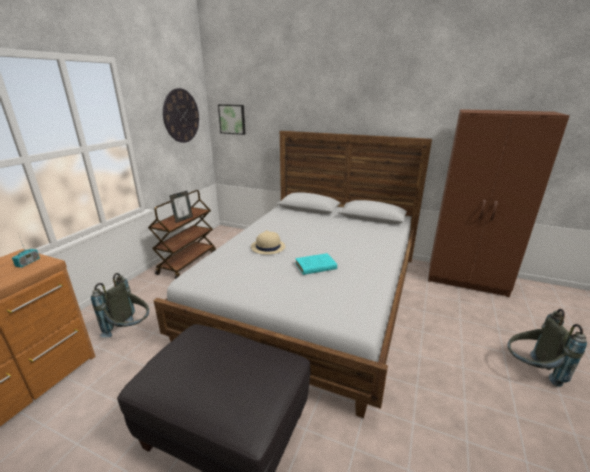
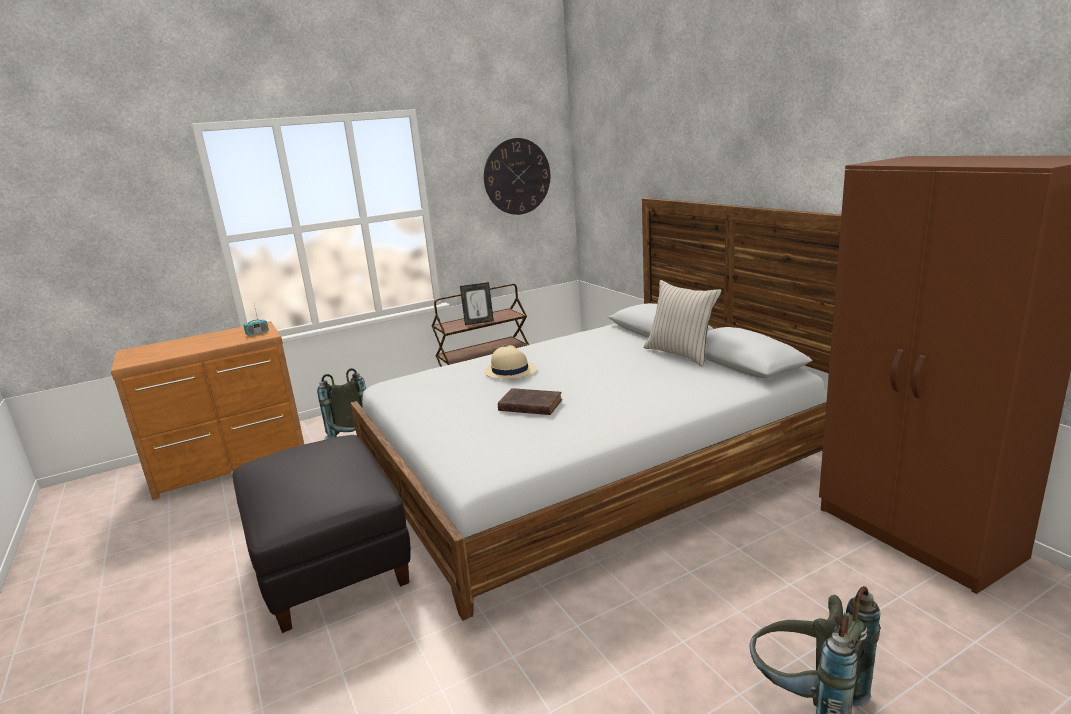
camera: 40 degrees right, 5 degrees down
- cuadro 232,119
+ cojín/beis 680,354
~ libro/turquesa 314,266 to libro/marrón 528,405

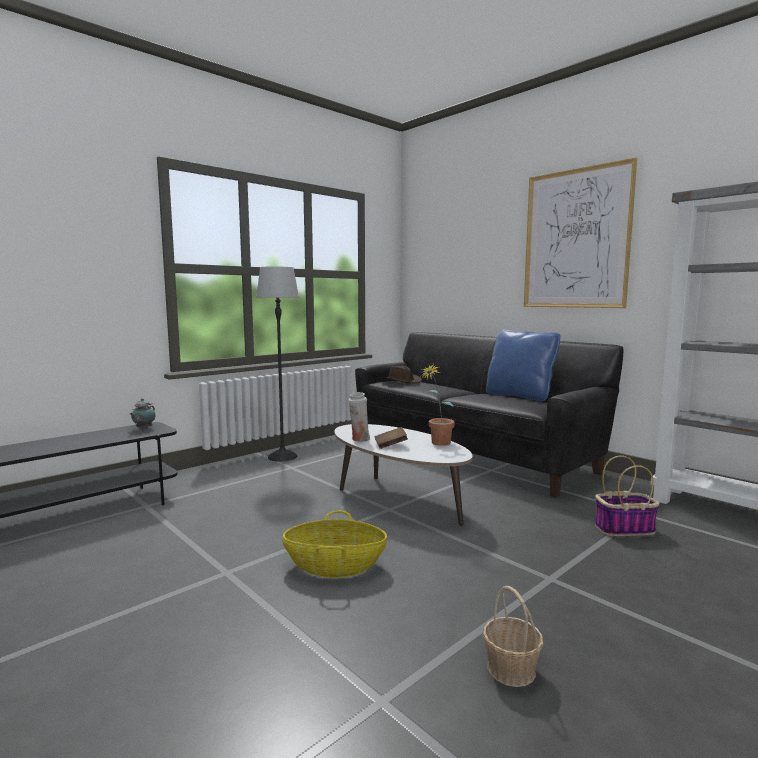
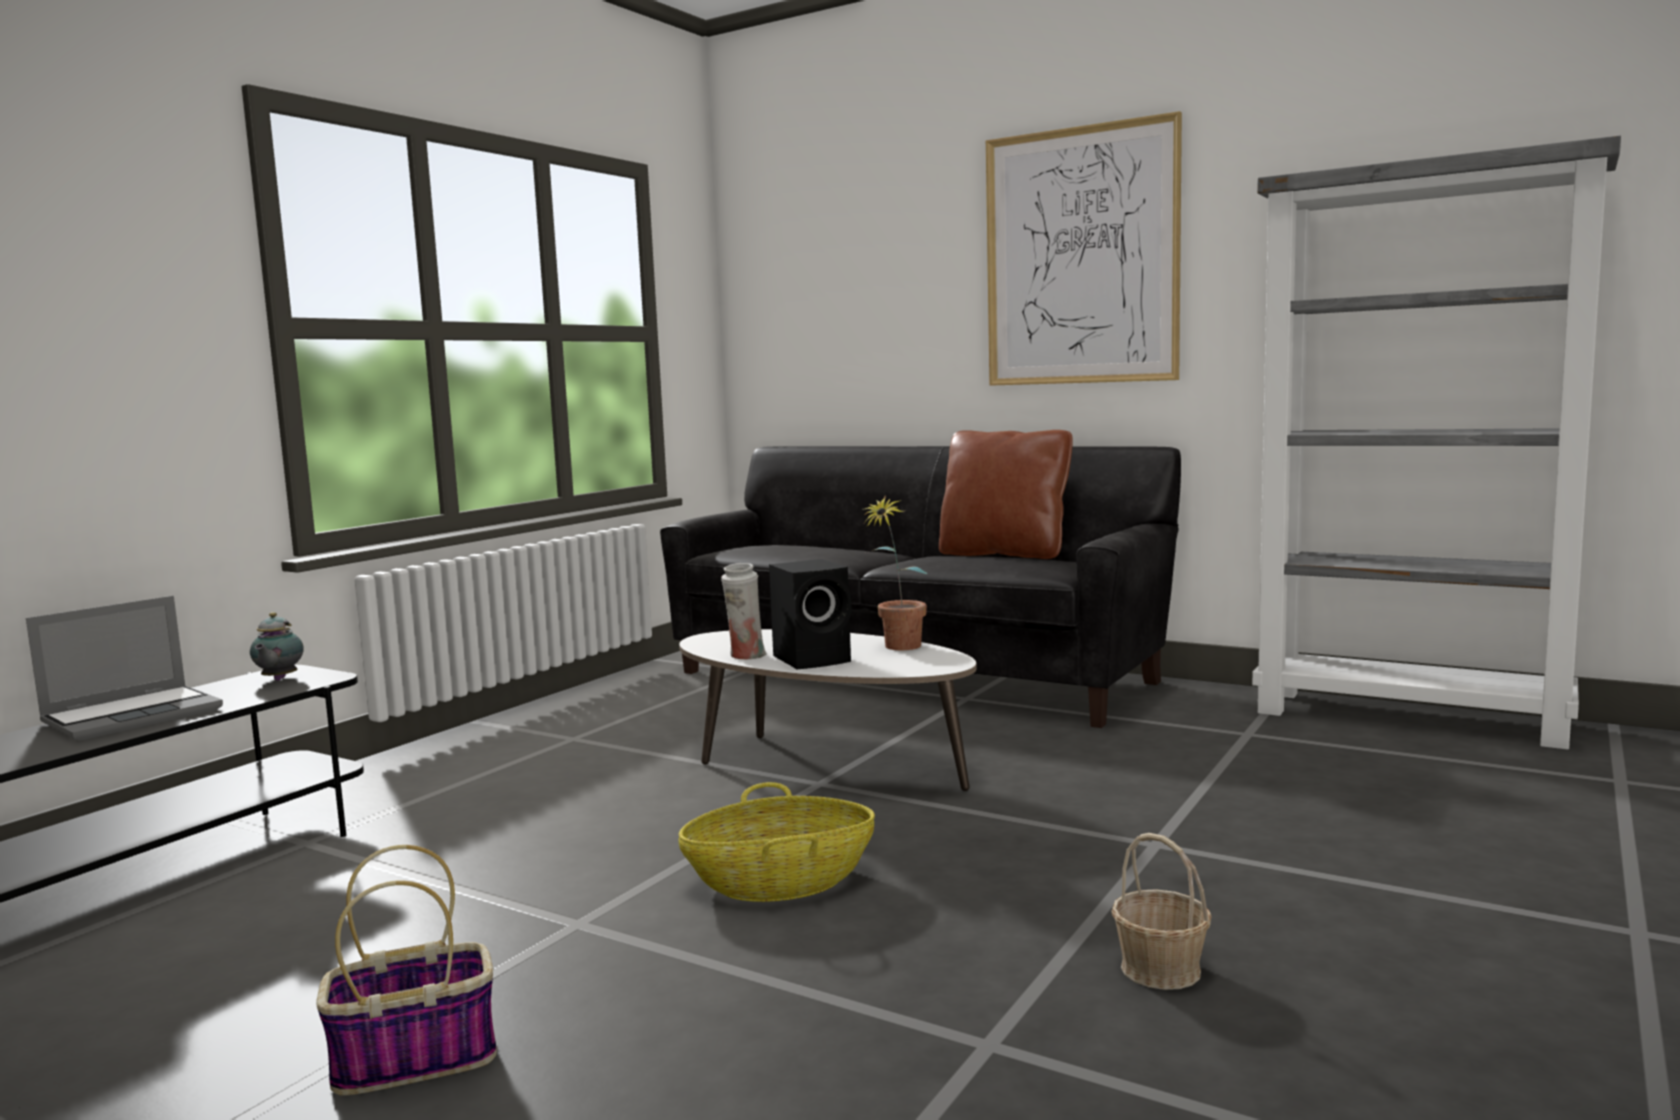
camera: 15 degrees left, 0 degrees up
- lámpara de pie 282,456
- sombrero/marrón 401,381
+ portátil 134,715
~ cesta 624,529 to 417,1058
~ libro/marrón 390,445 to altavoz/negro 814,659
~ cojín/azul 520,396 to cojín/marrón 1004,554

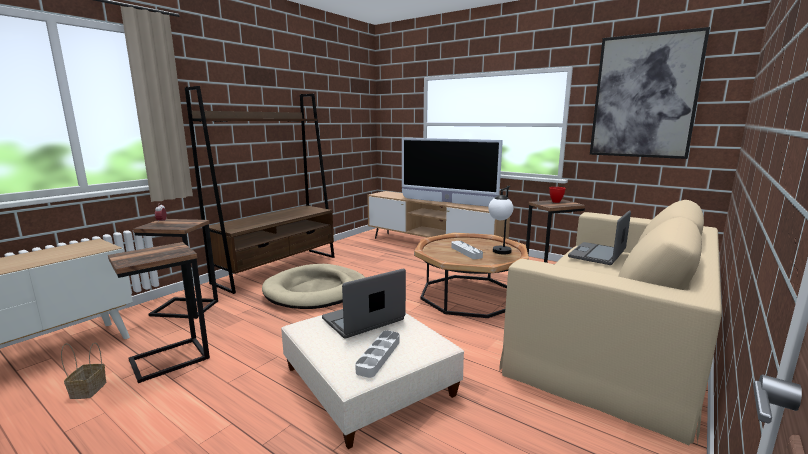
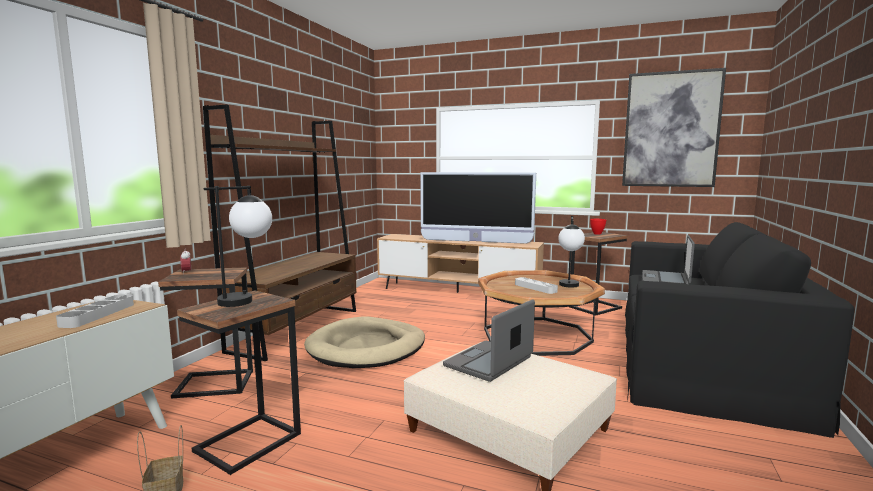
camera: 15 degrees left, 5 degrees down
+ lámpara de mesa 247,299
~ bandeja/gris 379,356 to 98,314
~ sofá/beis 616,337 to sofá/negro 701,358

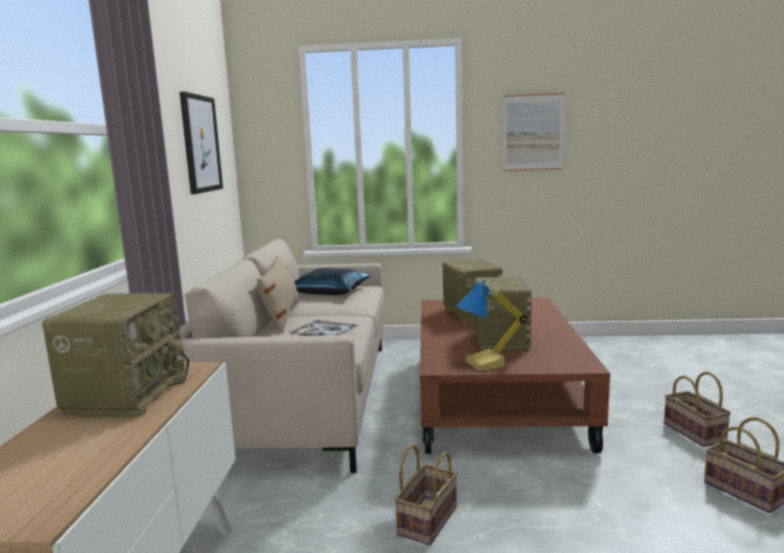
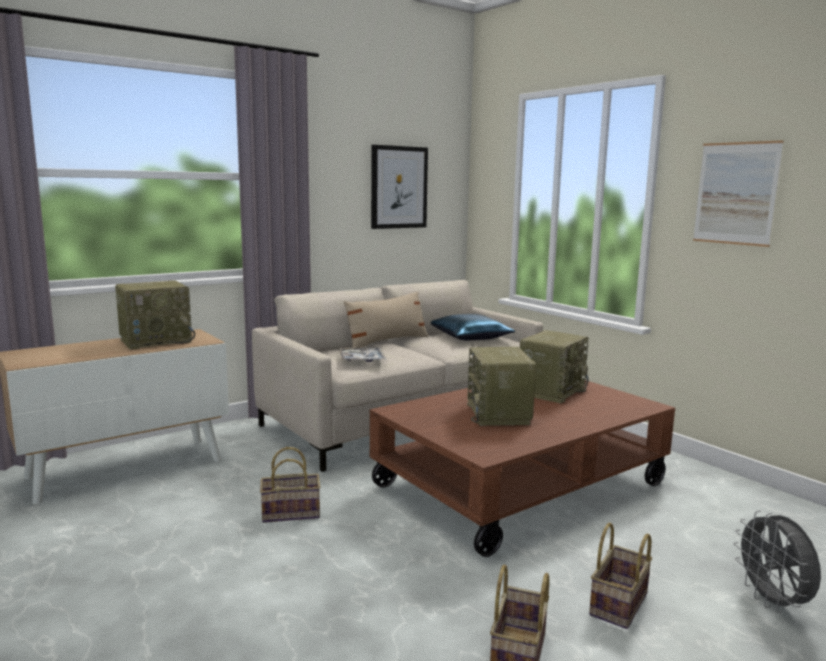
camera: 50 degrees right, 0 degrees up
- lámpara de mesa 486,364
+ ventilador/gris 772,602
~ radio 500,338 = 499,414 120 degrees clockwise

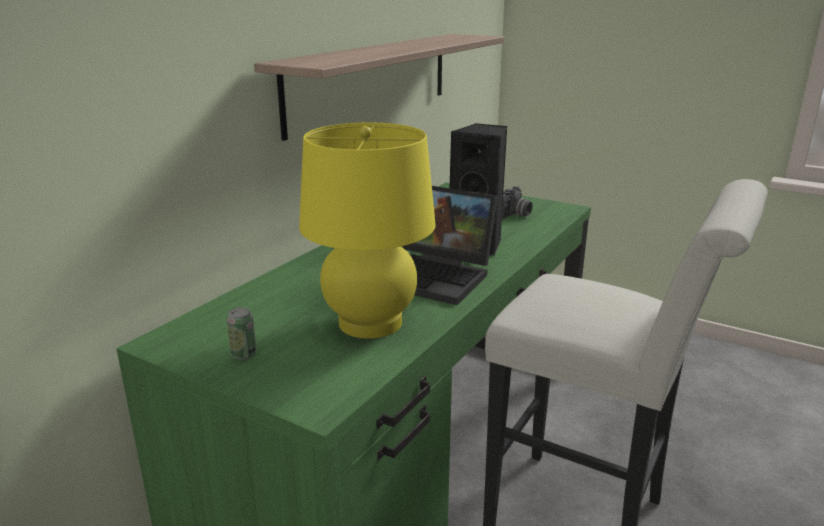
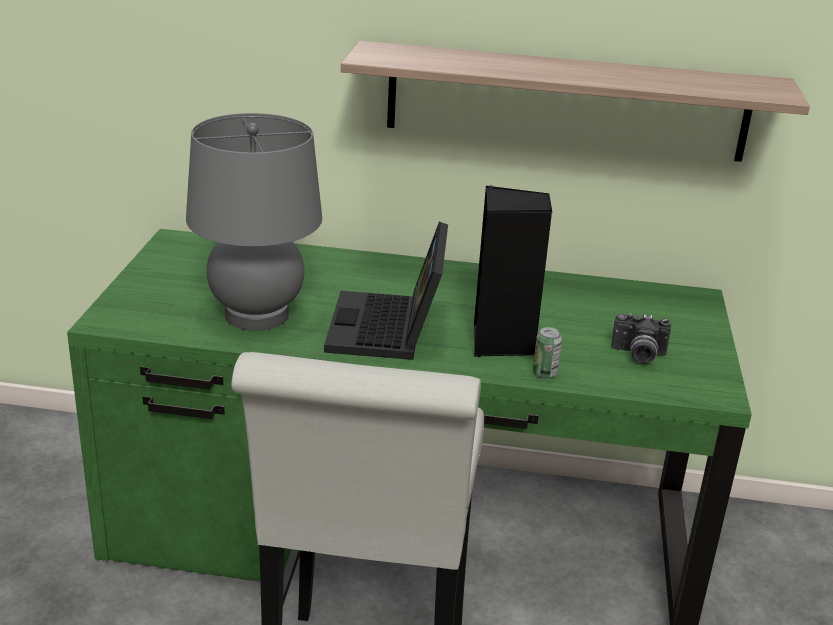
camera: 65 degrees right, 5 degrees up
~ lata 244,354 to 544,373
~ lámpara de mesa/amarillo 370,323 to lámpara de mesa/gris 256,315

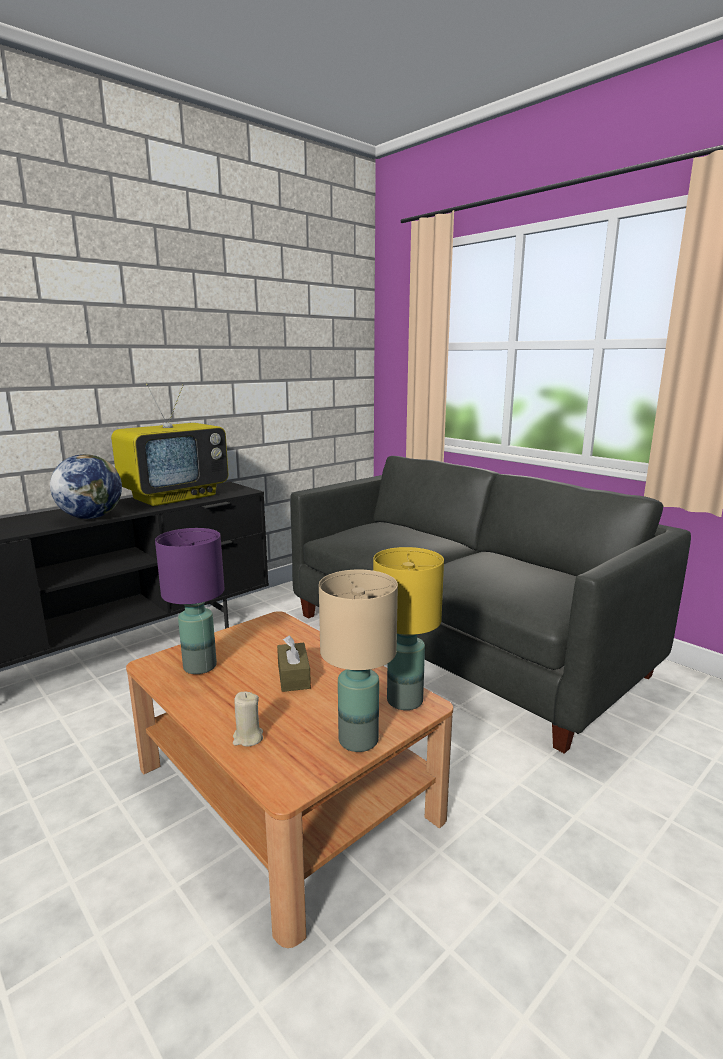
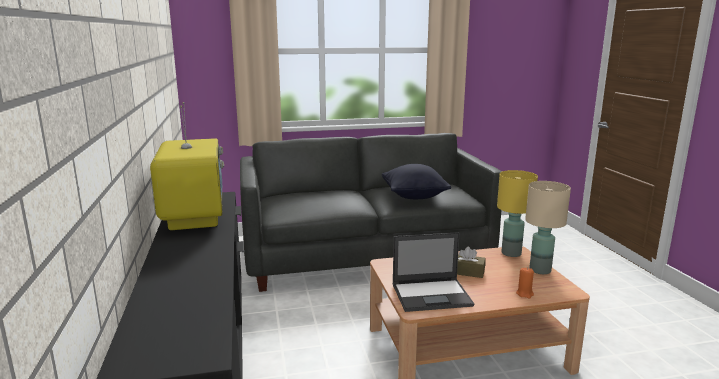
camera: 60 degrees left, 0 degrees up
- globo terráqueo 91,517
+ cojín/negro 414,196
~ lámpara de mesa/morado 201,666 to portátil 432,295
~ vela/beis 248,738 to vela/naranja 524,294

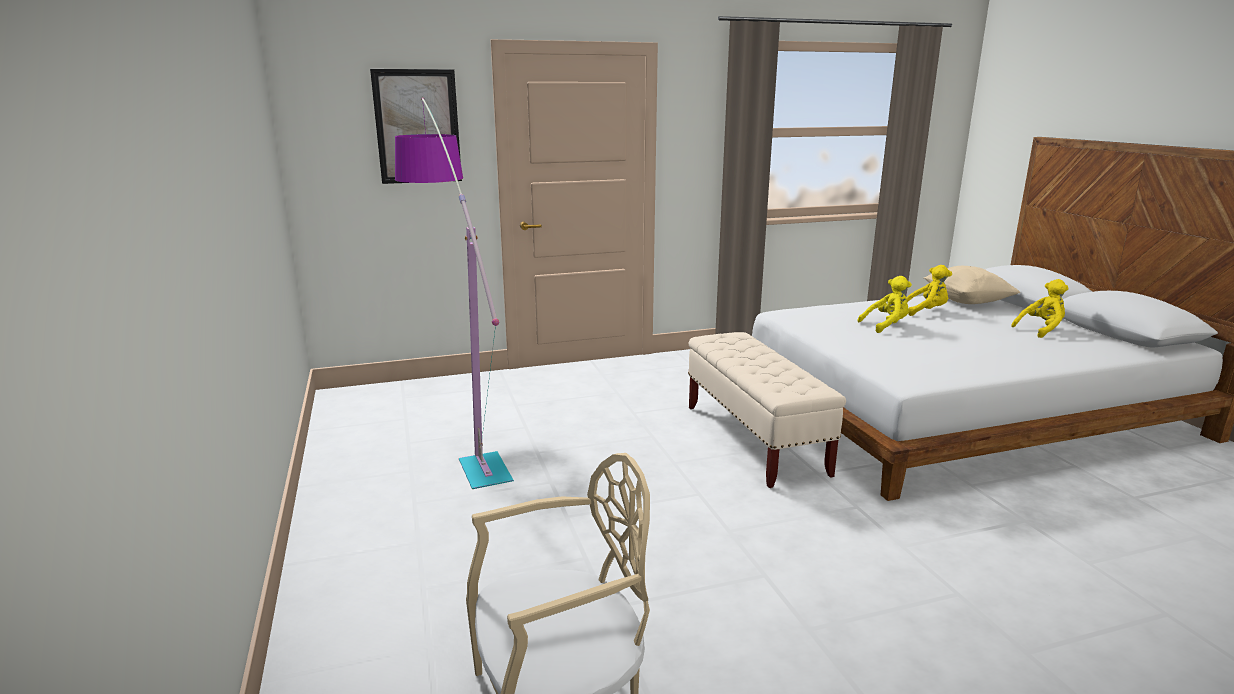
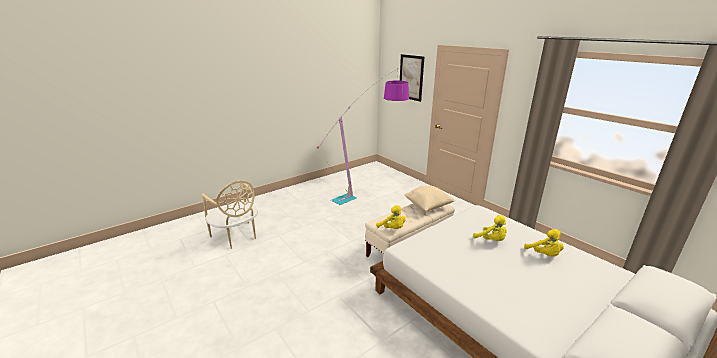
camera: 70 degrees right, 5 degrees up
~ cojín/beis 966,302 to 428,206
~ peluche/amarillo 1041,330 to 392,229

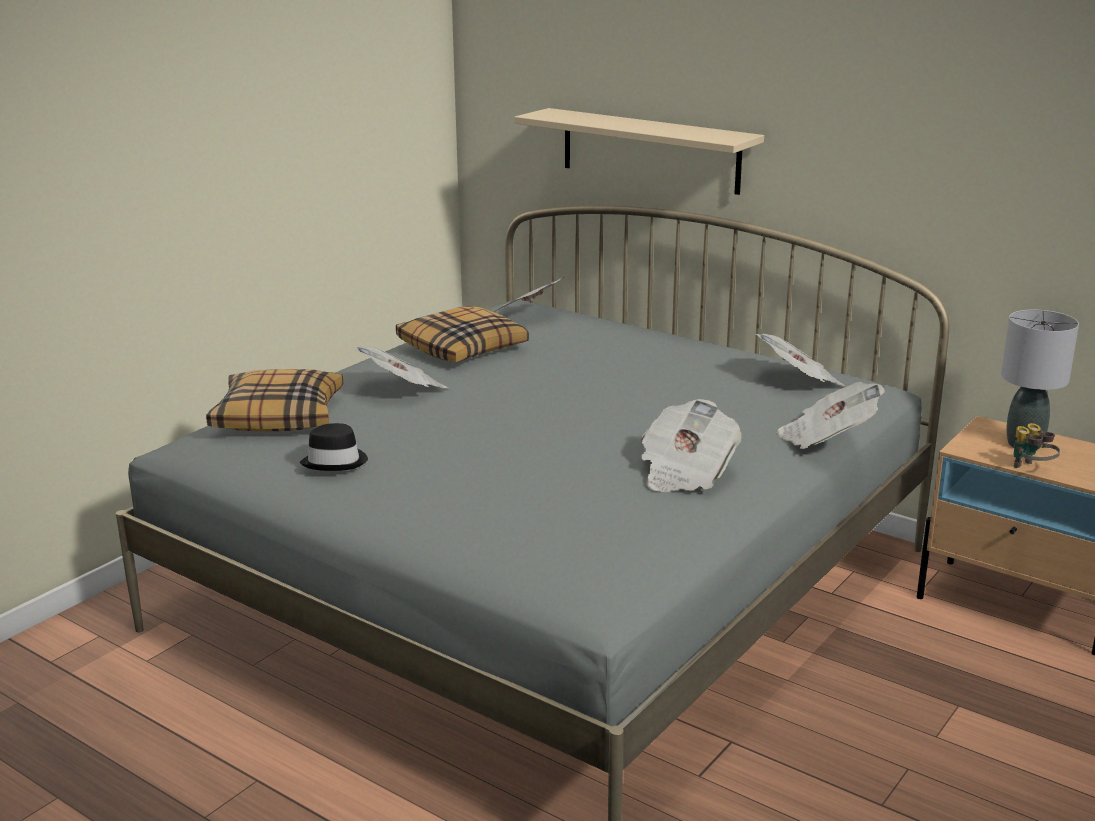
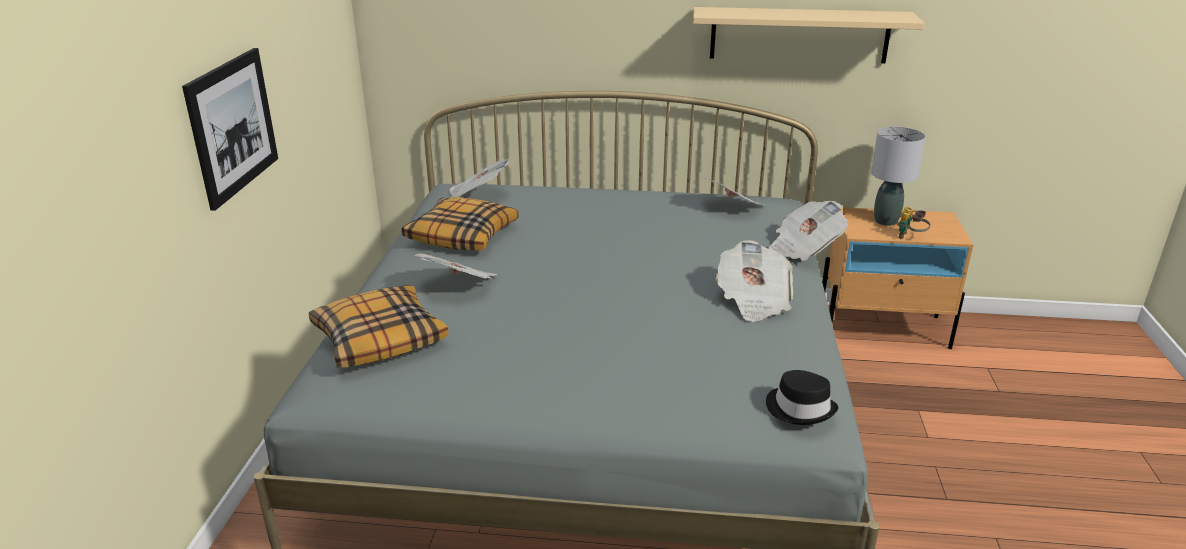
camera: 30 degrees left, 5 degrees up
+ cuadro 233,126
~ sombrero/negro 335,461 to 800,408
~ estante/beis 649,150 to 799,35

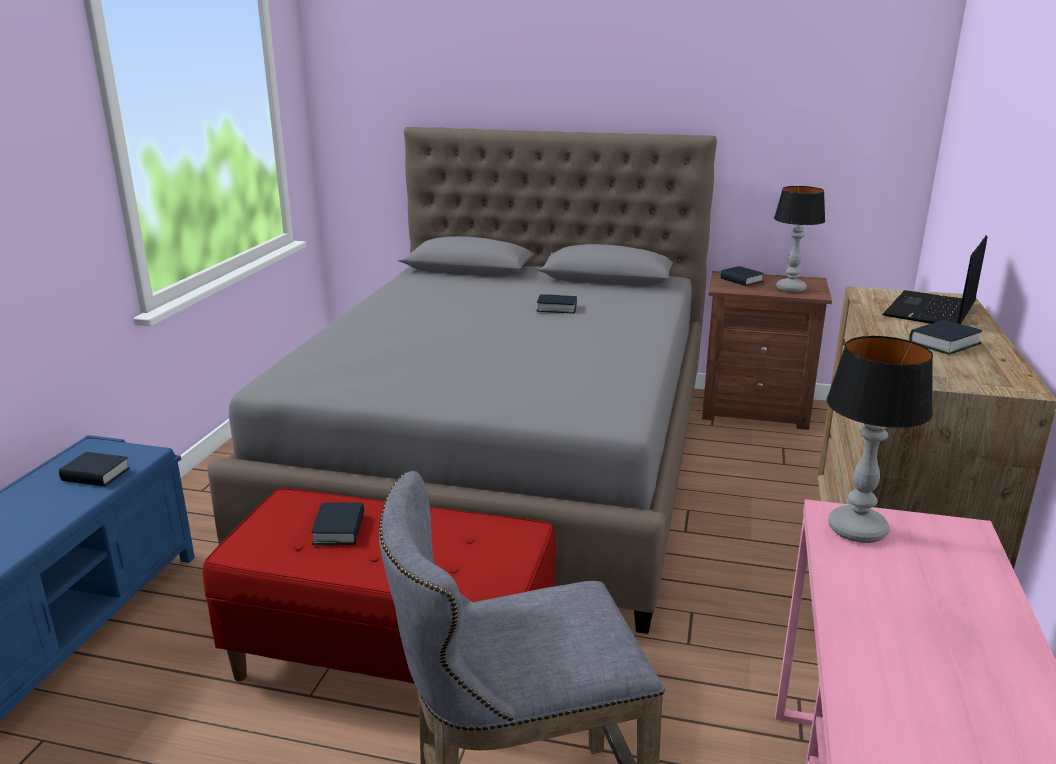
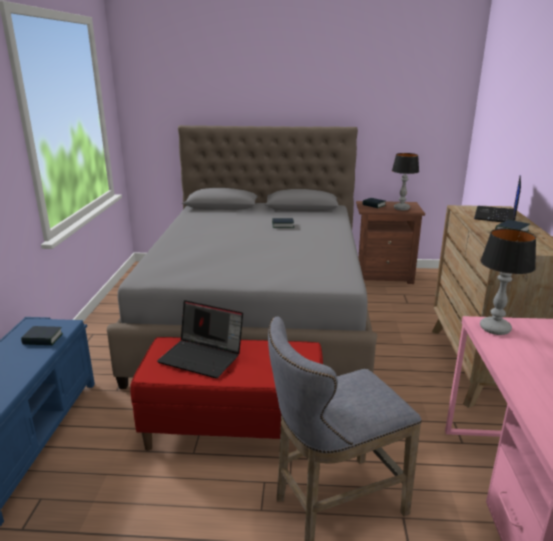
camera: 10 degrees left, 0 degrees up
~ libro 339,529 to portátil 203,357

